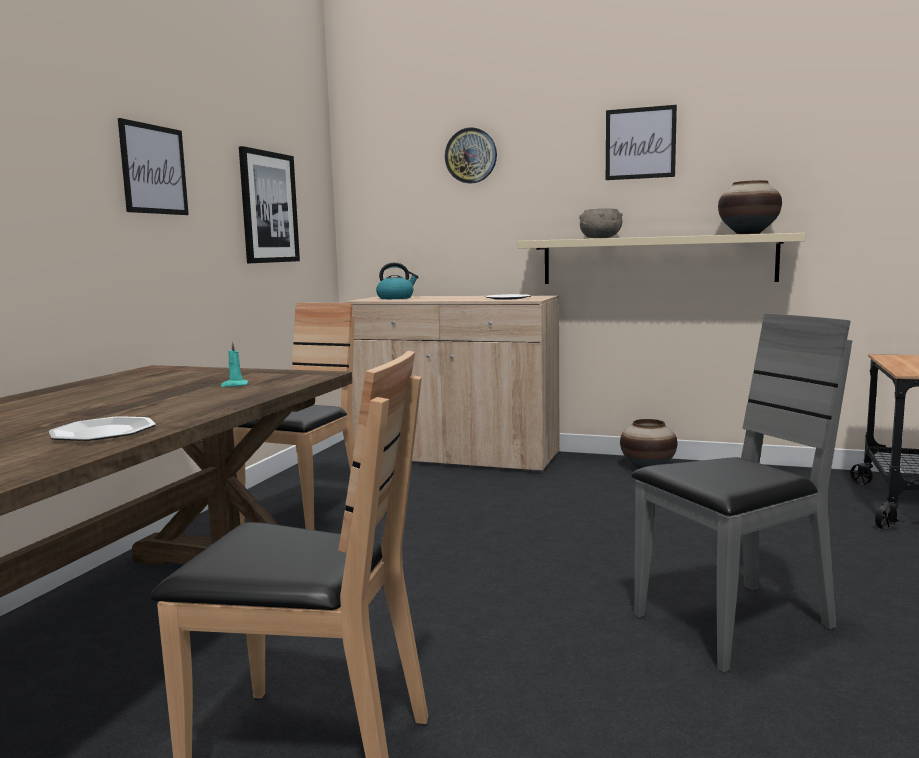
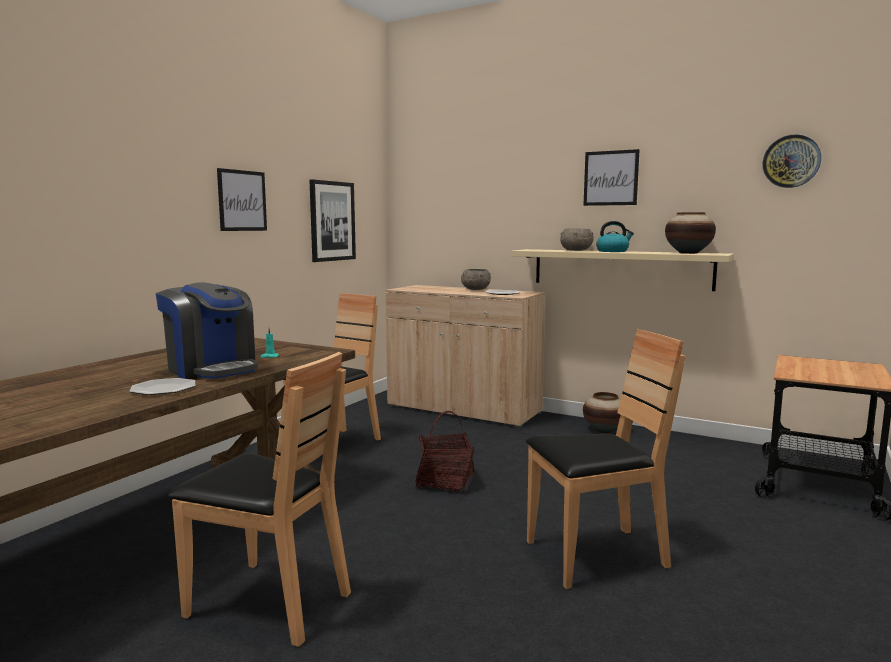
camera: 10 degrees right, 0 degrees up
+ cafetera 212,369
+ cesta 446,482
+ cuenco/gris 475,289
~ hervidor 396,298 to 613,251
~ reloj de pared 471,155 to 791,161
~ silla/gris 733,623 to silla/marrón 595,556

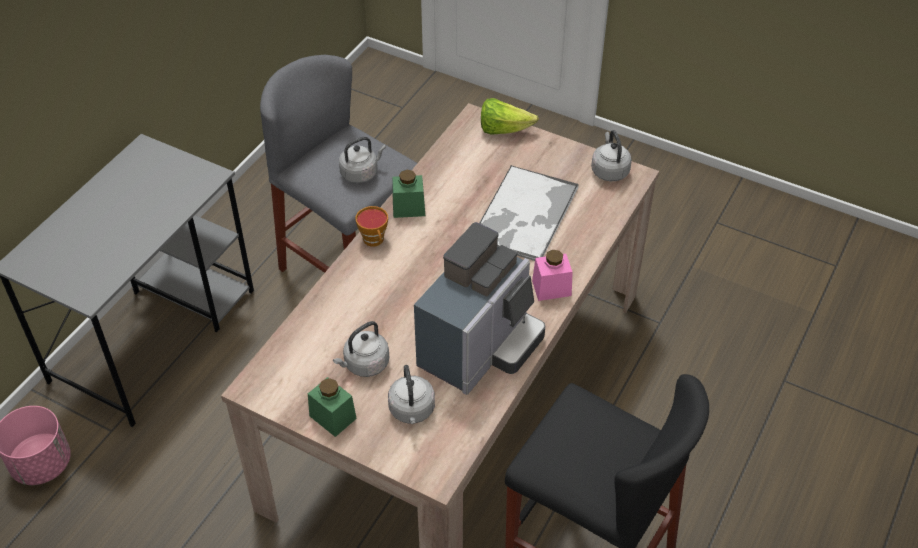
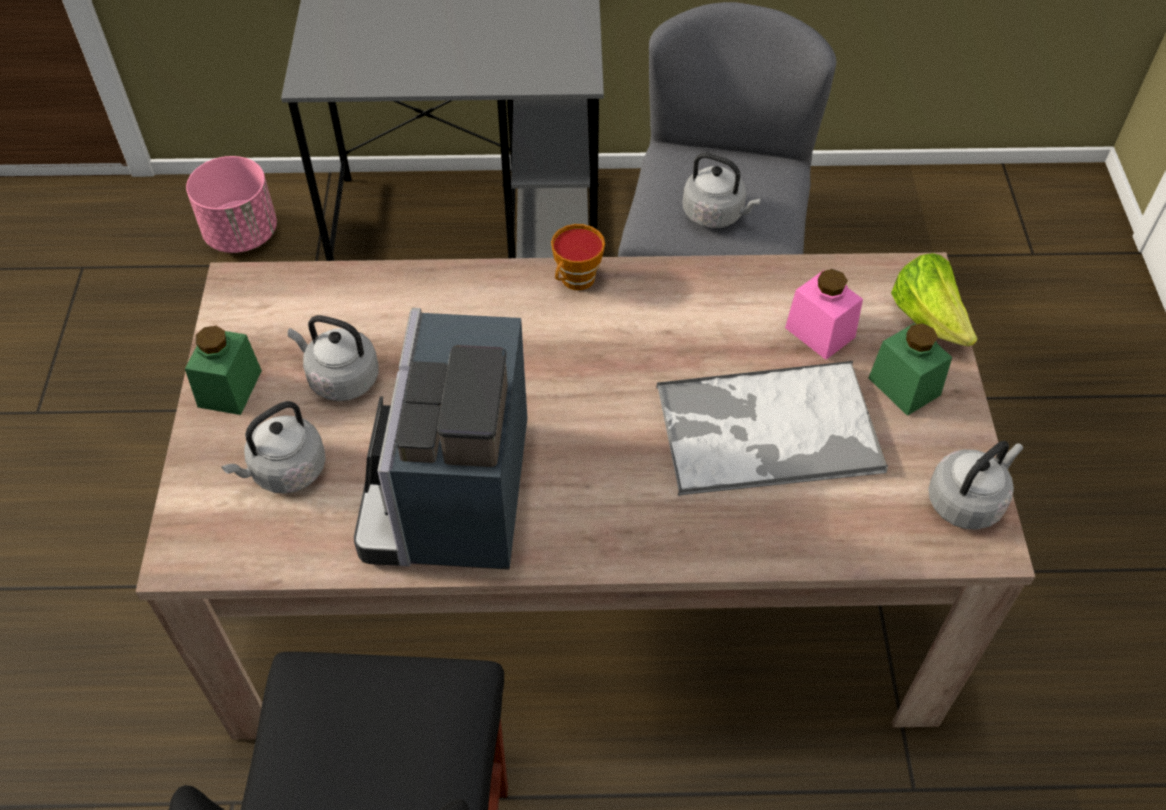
camera: 60 degrees right, 5 degrees up
~ tarro/verde 408,208 to 904,386
~ tarro/rosa 551,288 to 820,332
~ cafetera 480,347 = 453,498 90 degrees clockwise

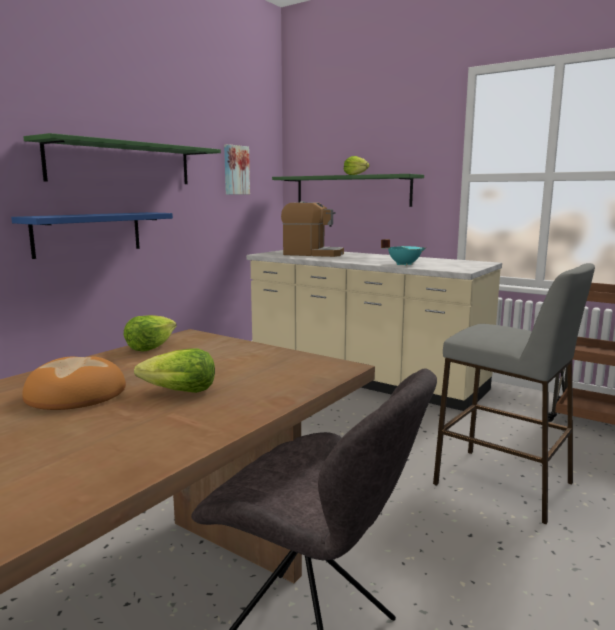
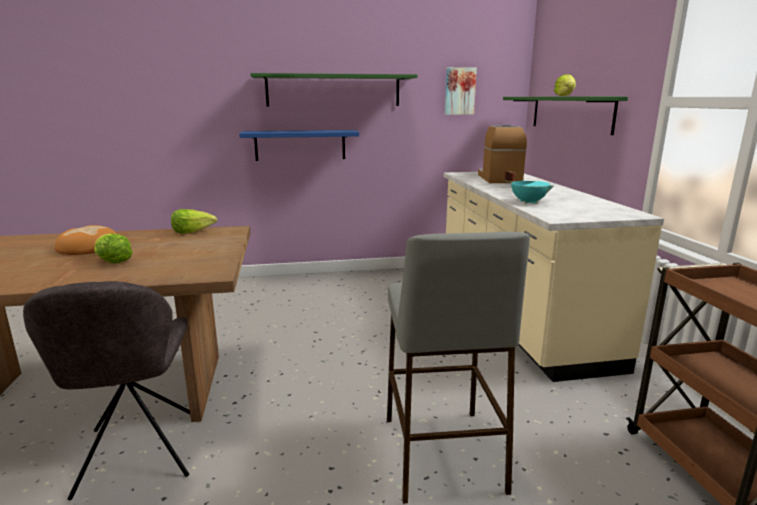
camera: 45 degrees right, 5 degrees up
~ cafetera 312,254 = 499,178 150 degrees counterclockwise

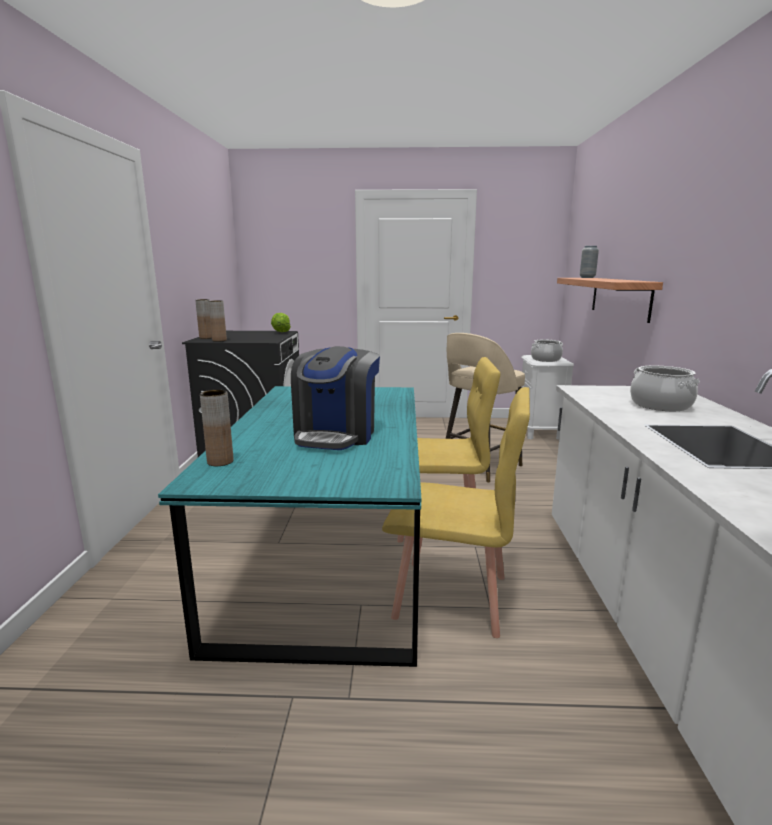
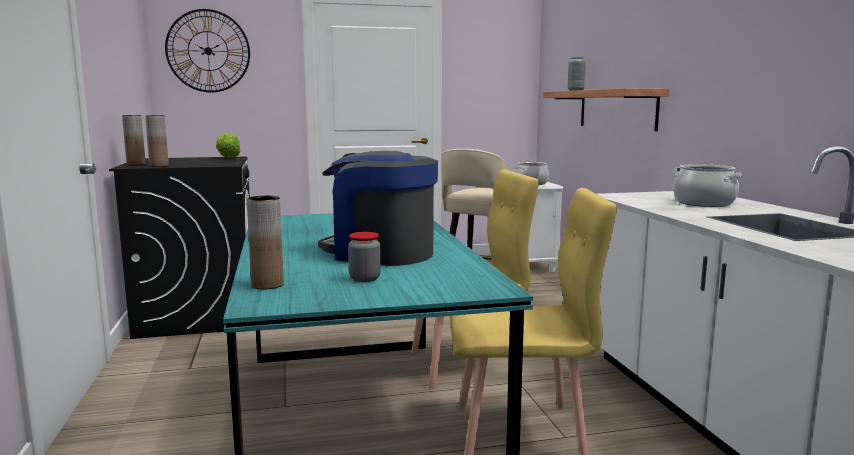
camera: 15 degrees left, 5 degrees down
+ reloj de pared 208,51
+ tarro 365,279
~ cafetera 336,435 = 380,253 120 degrees clockwise

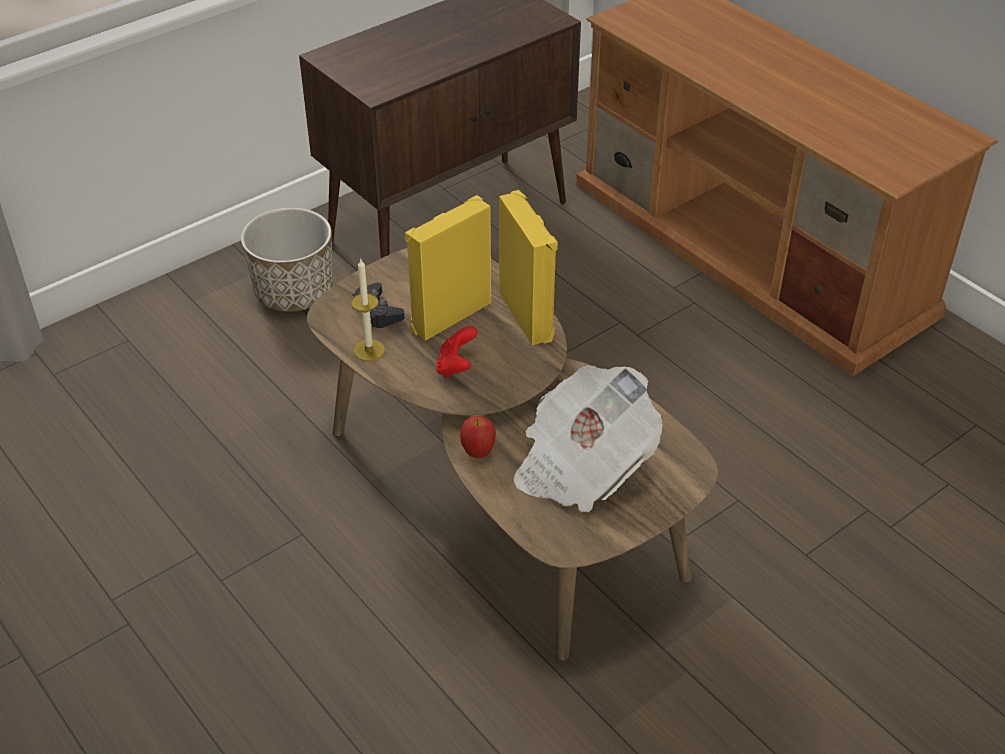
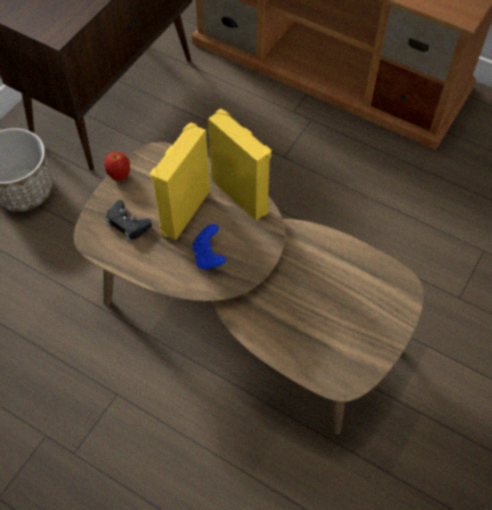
camera: 20 degrees left, 15 degrees up
- vela 369,350
- periódico 582,464
~ manzana 478,452 to 119,176
~ mando de consola/rojo 456,367 to mando de consola/azul 209,256

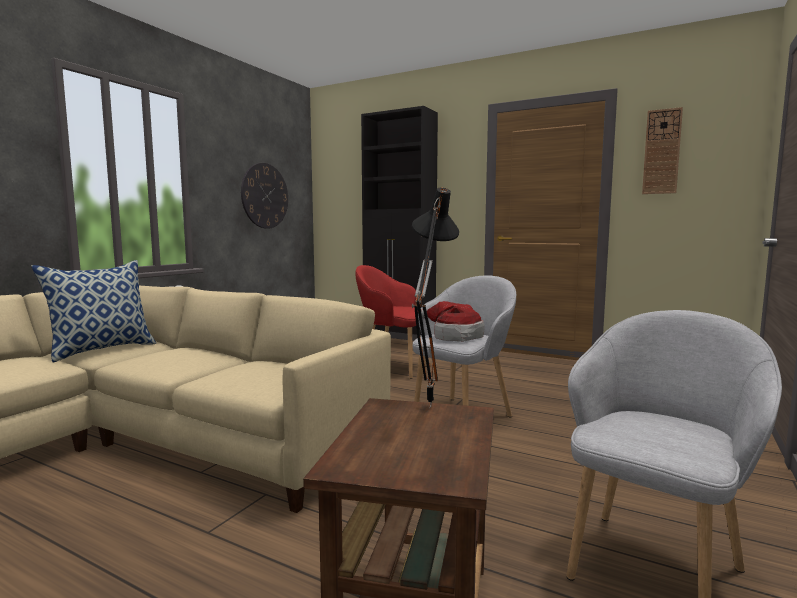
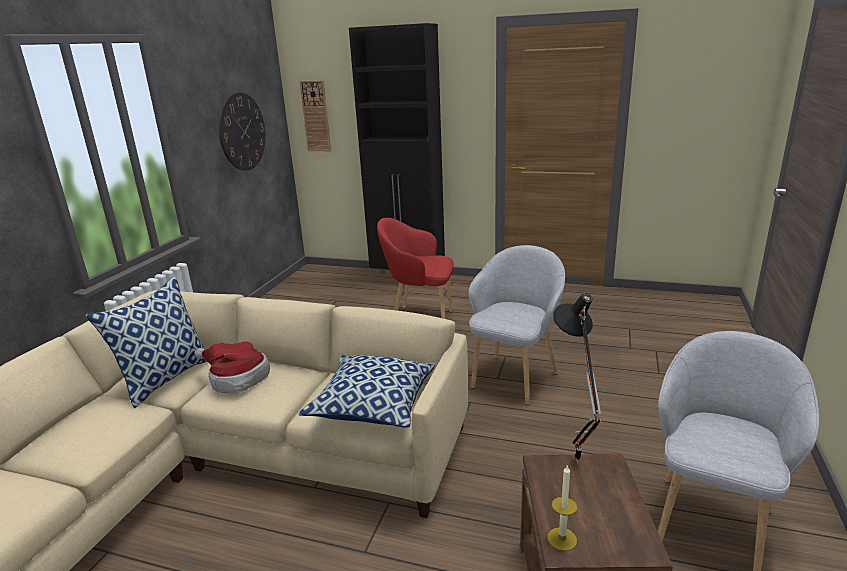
camera: 10 degrees left, 15 degrees up
+ cojín 372,404
+ vela 562,539
~ sombrero 454,336 to 236,379
~ reloj de pared 662,152 to 316,116

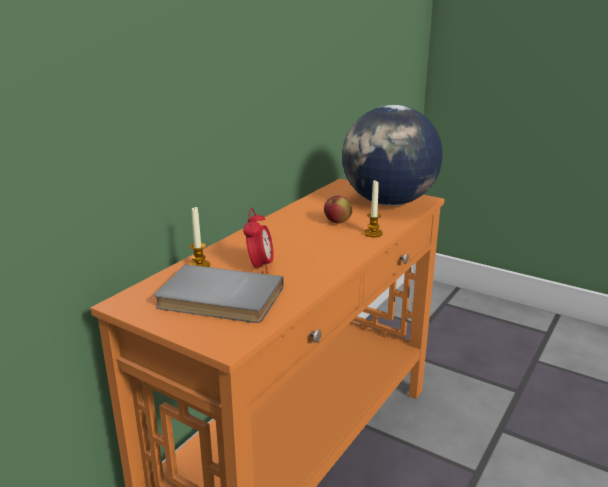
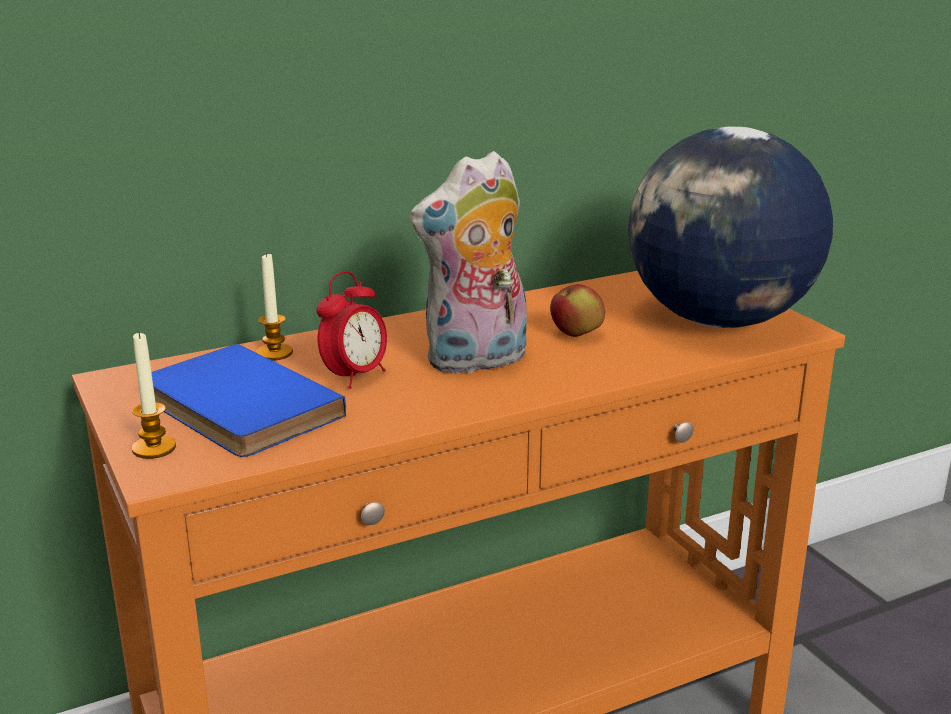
camera: 30 degrees right, 0 degrees up
+ peluche 477,361
~ vela 373,233 to 154,448
~ libro/gris 219,299 to libro/azul 235,408

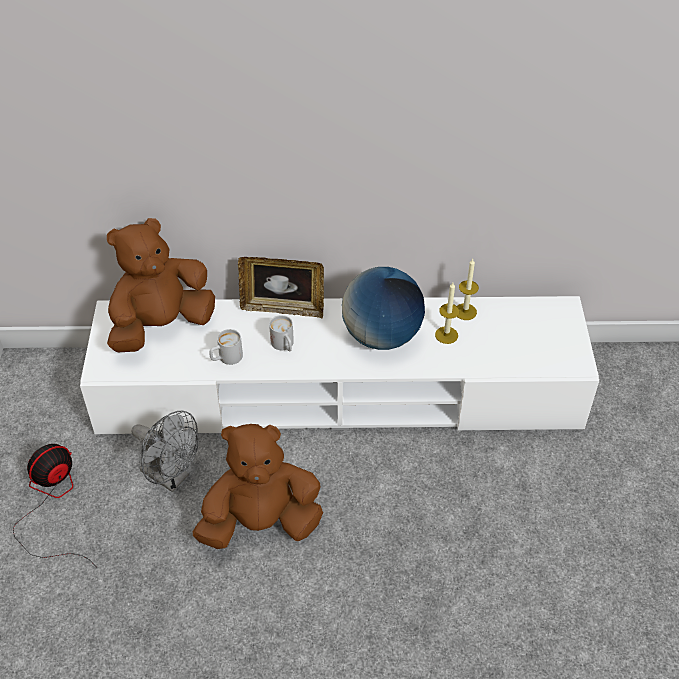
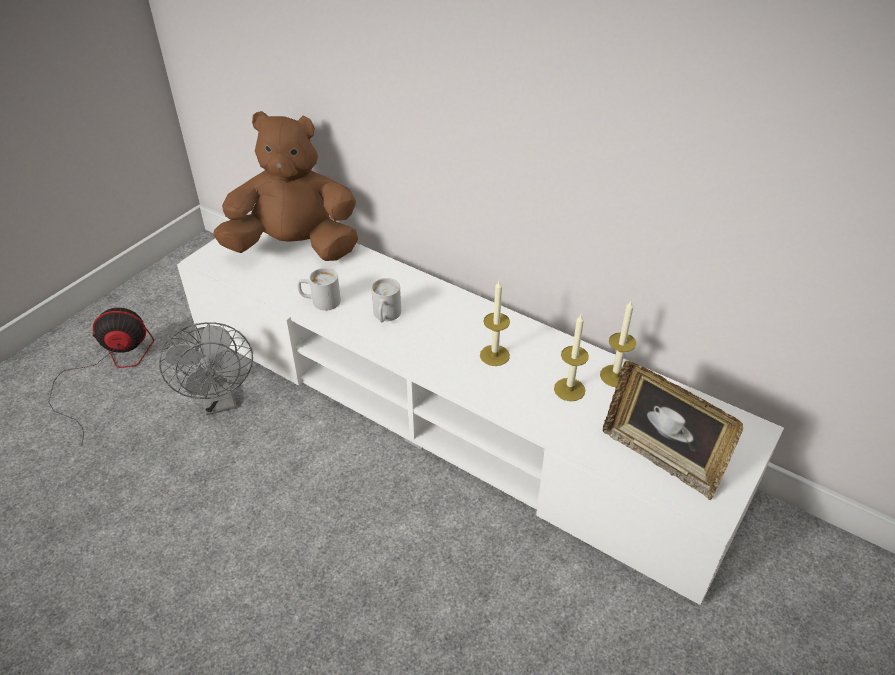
camera: 35 degrees right, 5 degrees down
- peluche/marrón 261,522
~ portarretratos 283,308 to 661,457
~ globo terráqueo 381,336 to vela 494,355

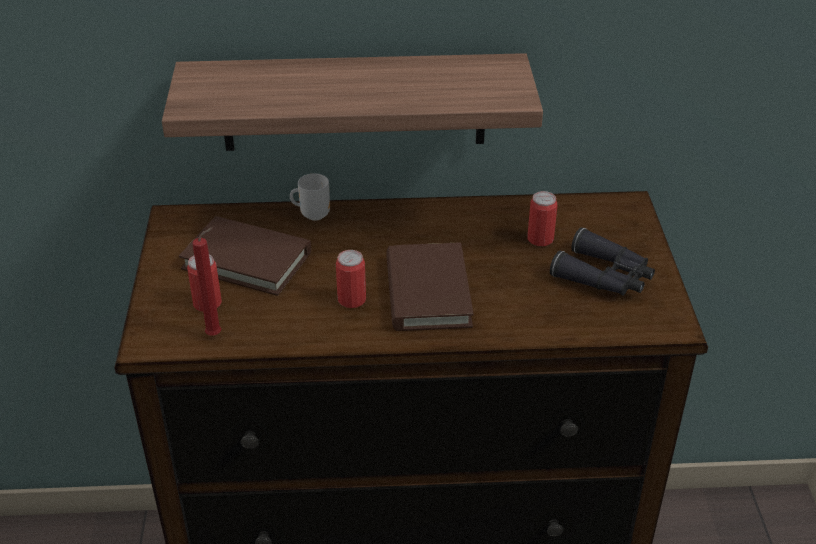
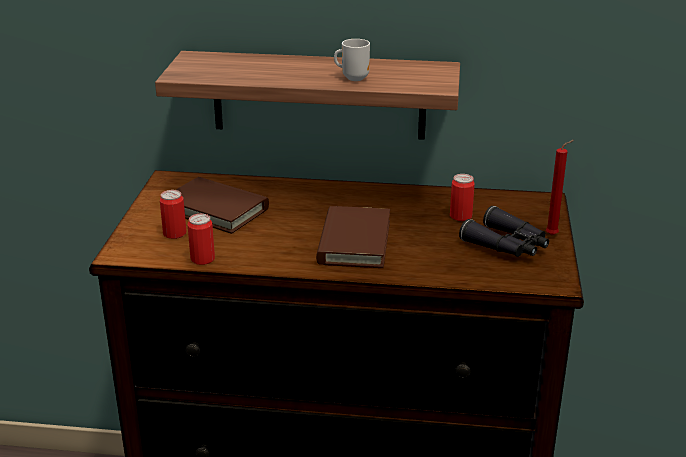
camera: 10 degrees right, 10 degrees down
~ vela/rojo 216,334 to 553,235
~ taza grande 313,214 to 353,78
~ lata 352,299 to 202,259

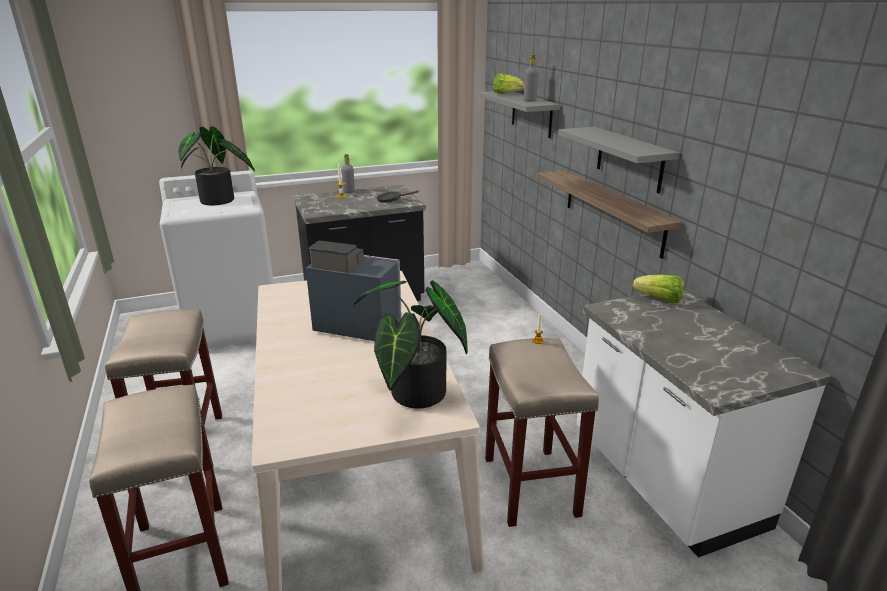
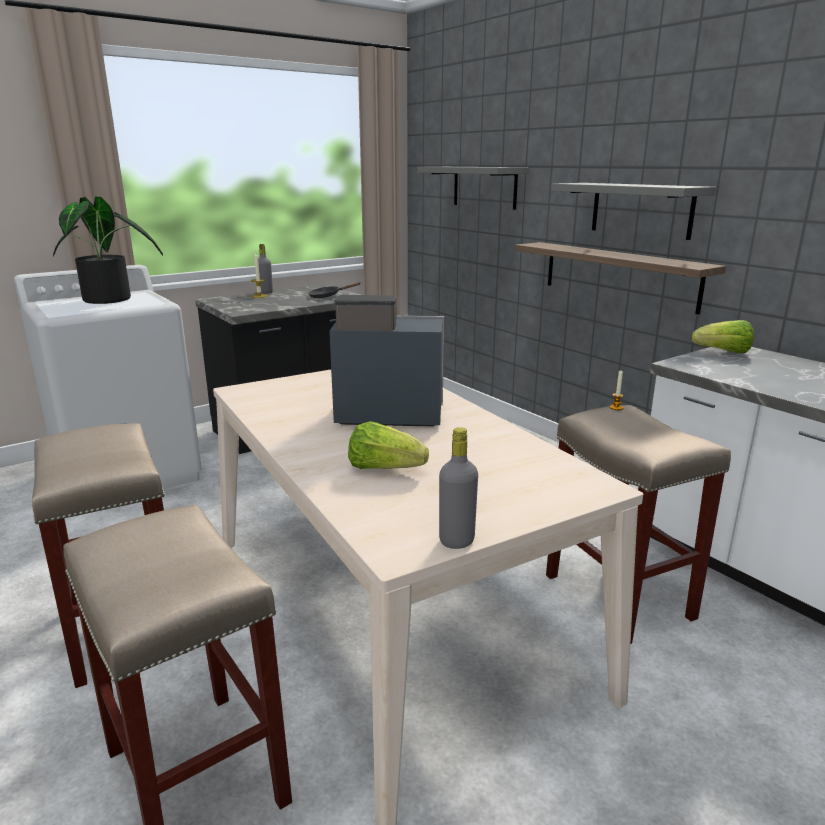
camera: 15 degrees left, 5 degrees down
- planta en maceta 413,396
~ lechuga 507,94 to 384,468
~ botella/gris 530,101 to 456,540

